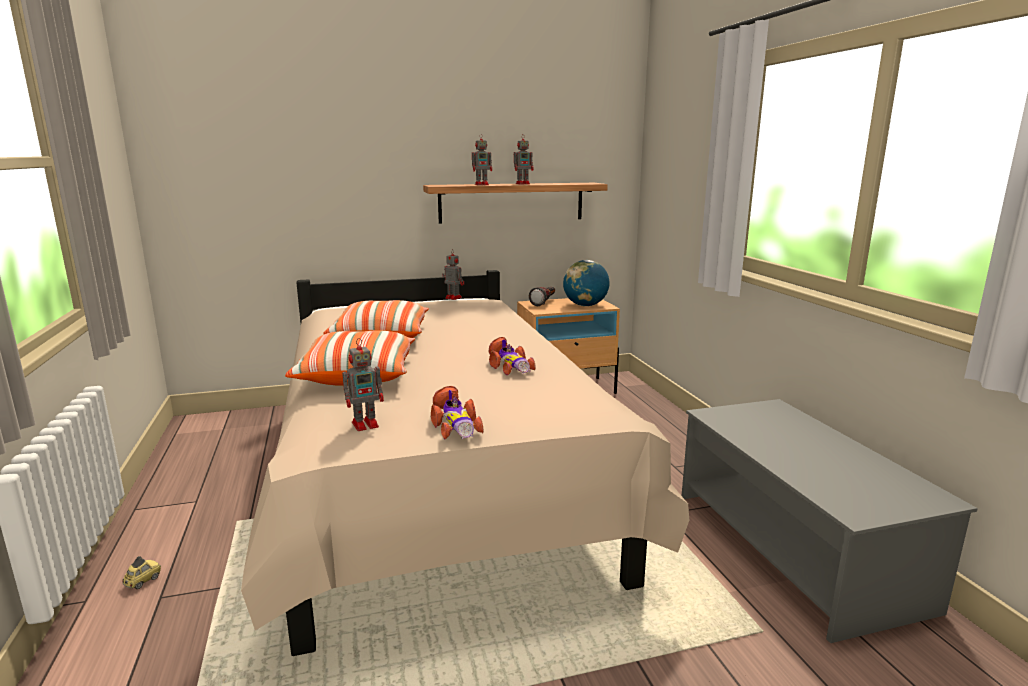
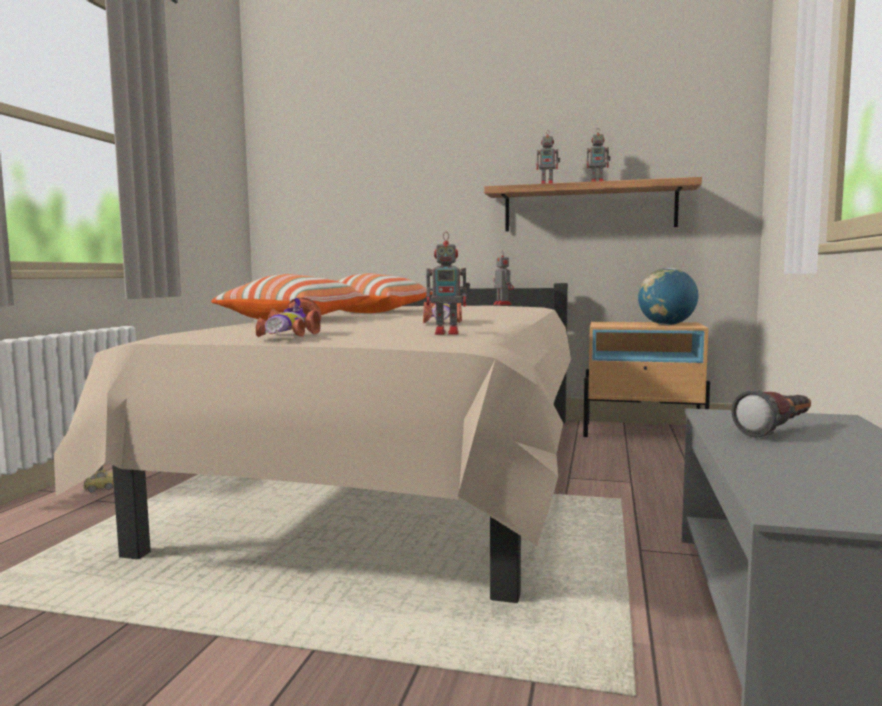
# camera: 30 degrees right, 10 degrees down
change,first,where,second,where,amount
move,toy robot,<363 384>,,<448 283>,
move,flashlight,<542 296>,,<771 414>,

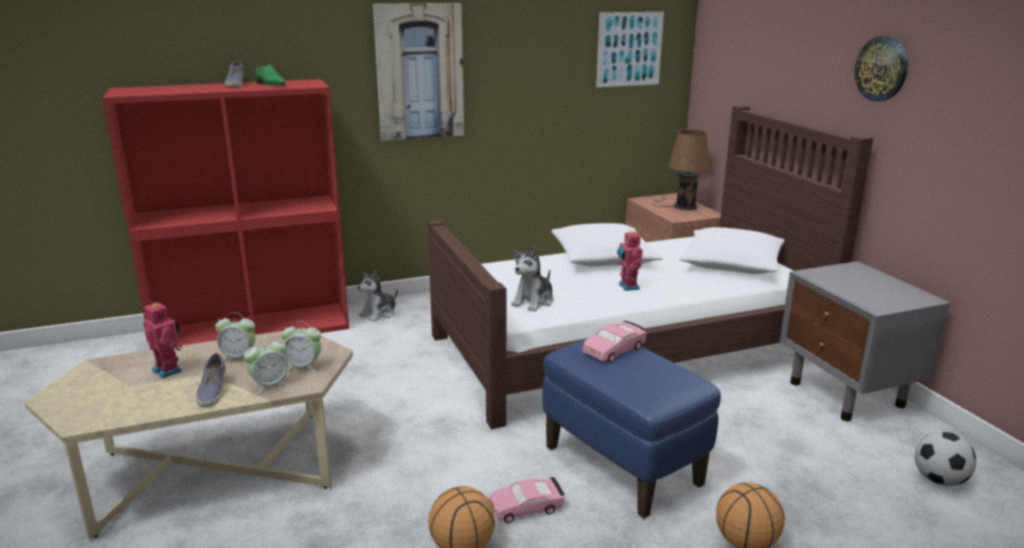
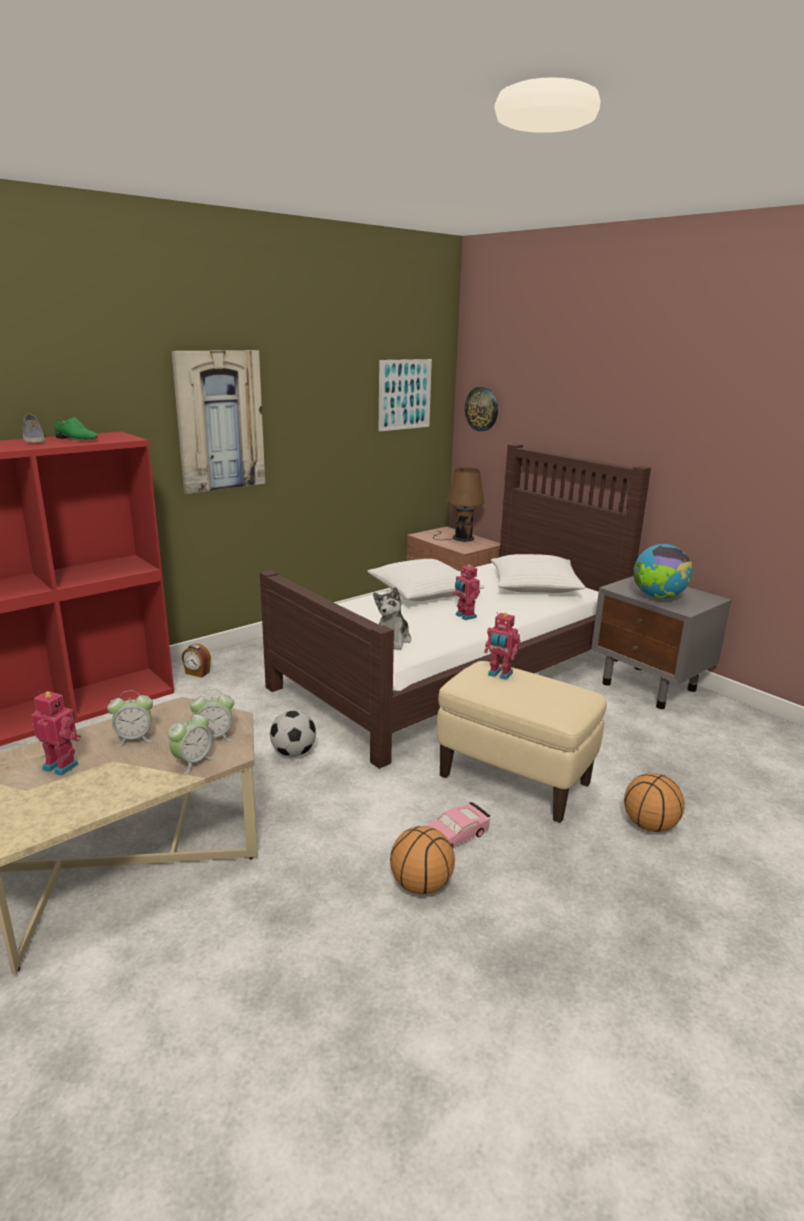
# camera: 20 degrees left, 0 degrees up
change,first,where,second,where,amount
delete,shoe,<211 380>,,,
insert,,,globe,<662 571>,
move,wall clock,<881 68>,,<481 409>,
move,football,<945 458>,,<293 733>,
replace,plush toy,<377 296>,alarm clock,<196 660>,
replace,pink toy car,<614 341>,toy robot,<502 646>,
recolor,blue ottoman,<631 428>,beige ottoman,<522 742>,

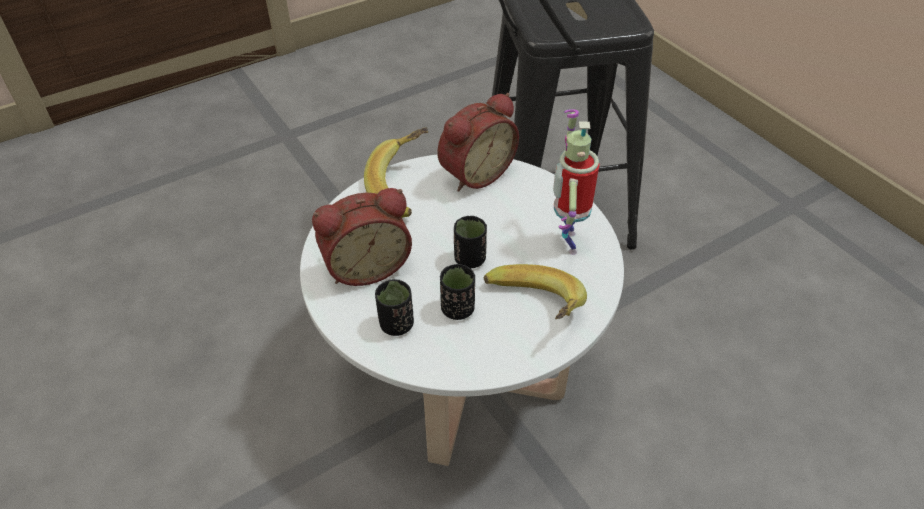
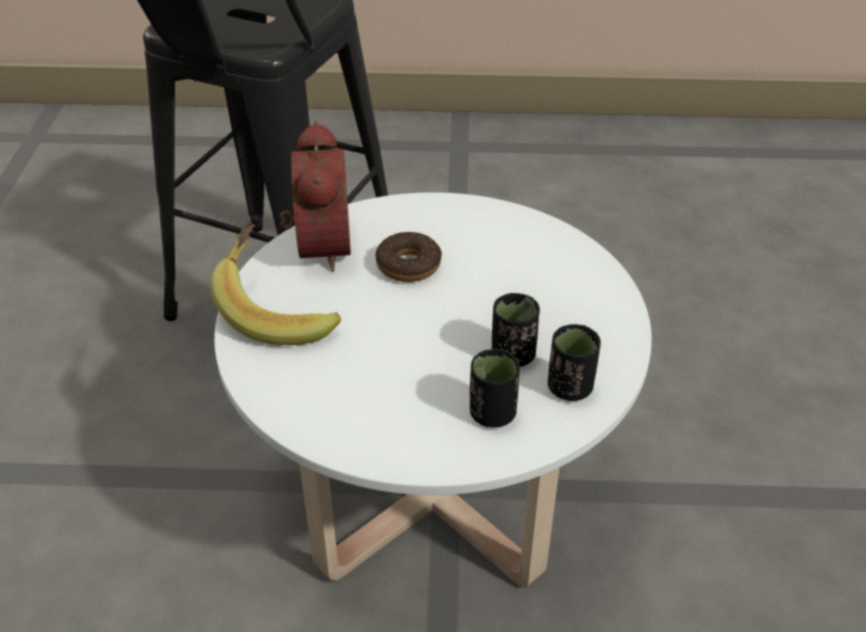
# camera: 55 degrees left, 5 degrees down
change,first,where,second,where,amount
delete,alarm clock,<362 237>,,,
delete,banana,<535 292>,,,
delete,toy robot,<576 182>,,,
insert,,,donut,<409 257>,
move,black cup,<470 242>,,<574 362>,

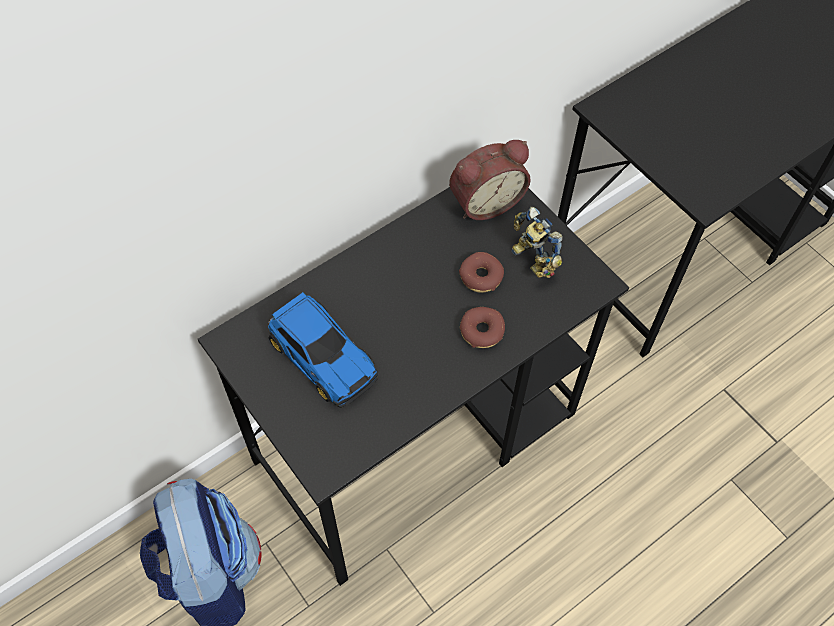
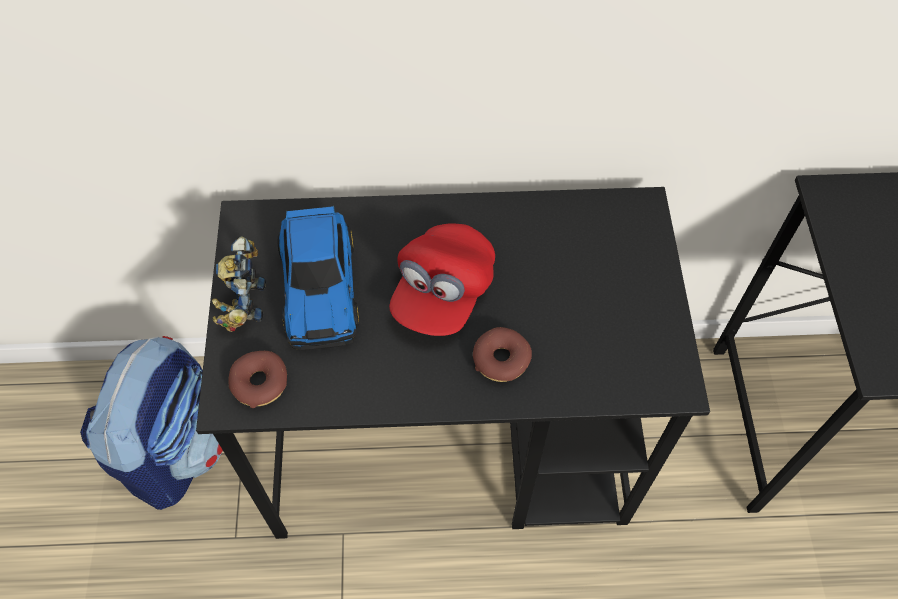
# camera: 35 degrees right, 0 degrees up
change,first,where,second,where,amount
delete,alarm clock,<490 180>,,,
insert,,,red cap,<442 279>,
move,donut,<481 272>,,<257 379>,
move,toy robot,<537 242>,,<239 284>,

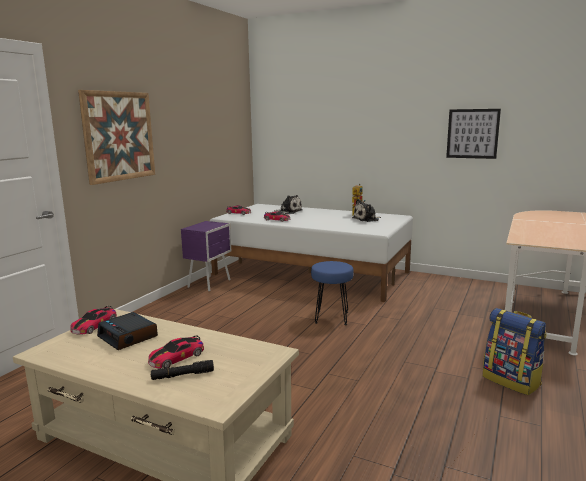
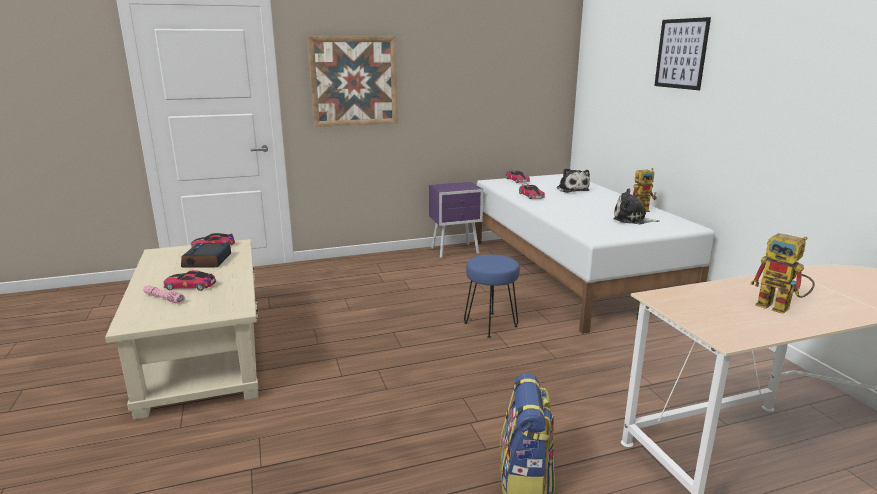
# camera: 45 degrees right, 5 degrees up
change,first,where,second,where,amount
insert,,,toy robot,<782 273>,
move,picture,<473 134>,,<682 53>,
recolor,black flashlight,<182 370>,pink flashlight,<164 294>,

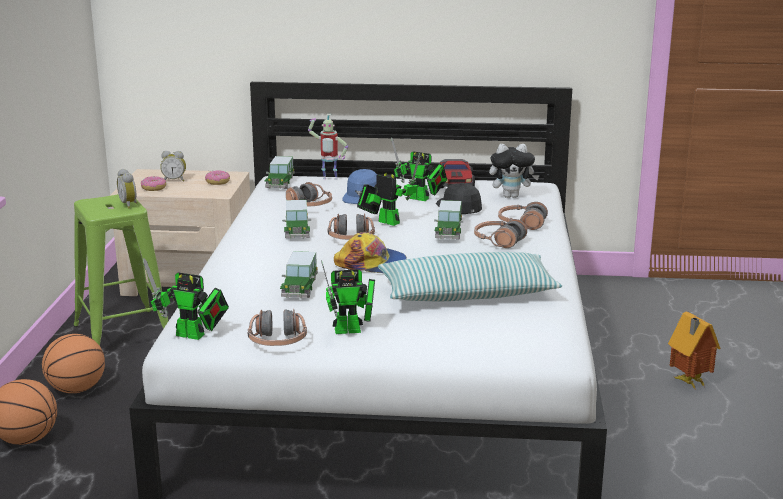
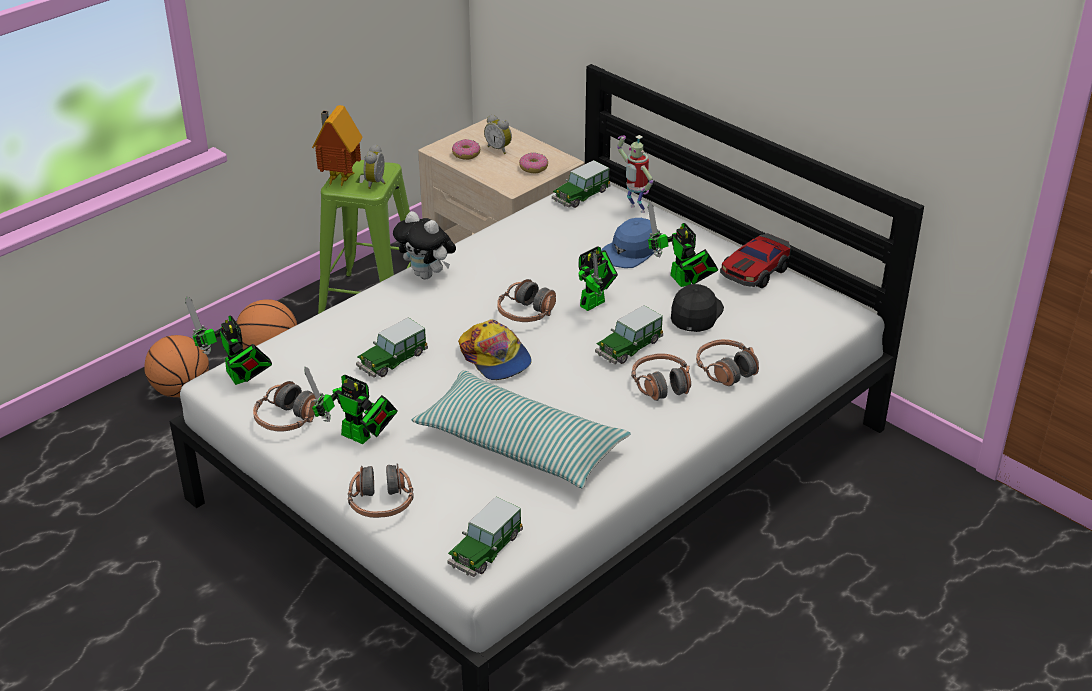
# camera: 40 degrees right, 15 degrees up
change,first,where,second,where,amount
move,toy car,<296 219>,,<485 537>,
move,headphones,<309 194>,,<381 491>,
move,plush toy,<514 171>,,<424 245>,
move,toy house,<694 351>,,<337 146>,
rotate,toy robot,<389 190>,,<598 278>,60 degrees clockwise

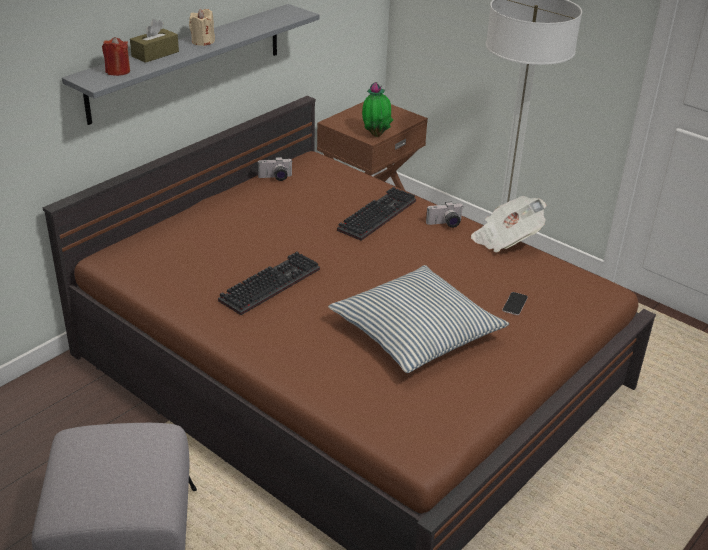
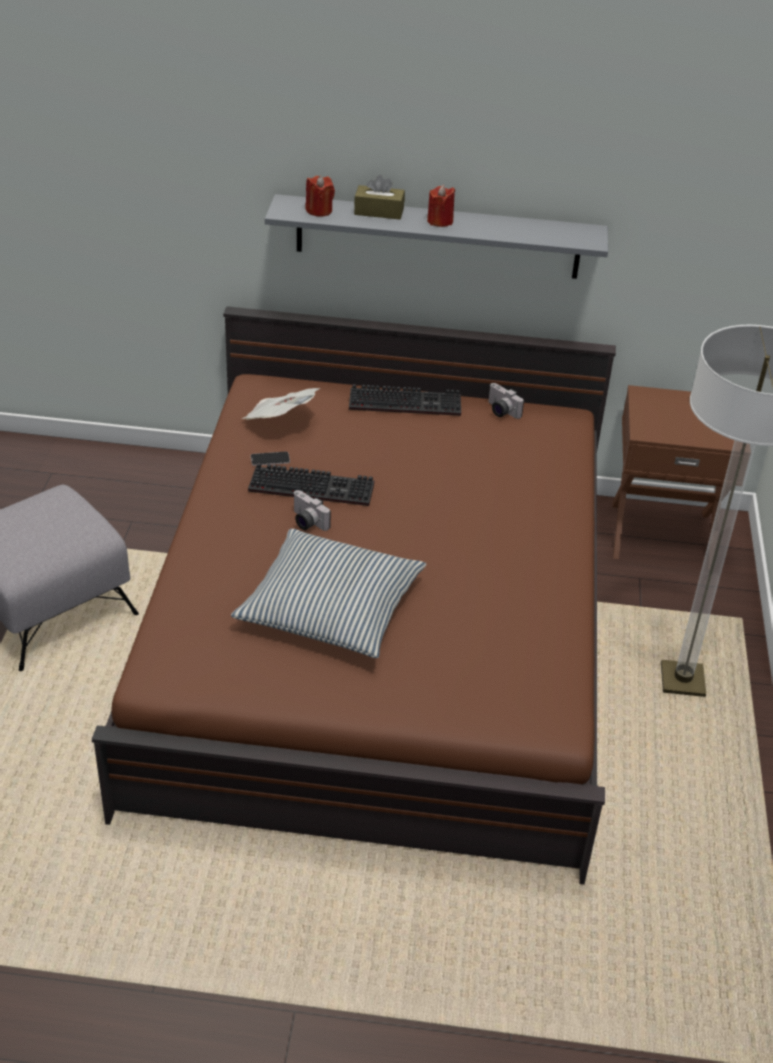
# camera: 55 degrees right, 5 degrees up
change,first,where,second,where,amount
delete,potted plant,<377 109>,,,
move,keyboard,<376 214>,,<405 400>,
move,photo camera,<444 214>,,<312 510>,
move,newspaper,<509 224>,,<281 403>,
move,phone,<515 303>,,<270 458>,
recolor,beige candle,<202 27>,red candle,<441 206>,

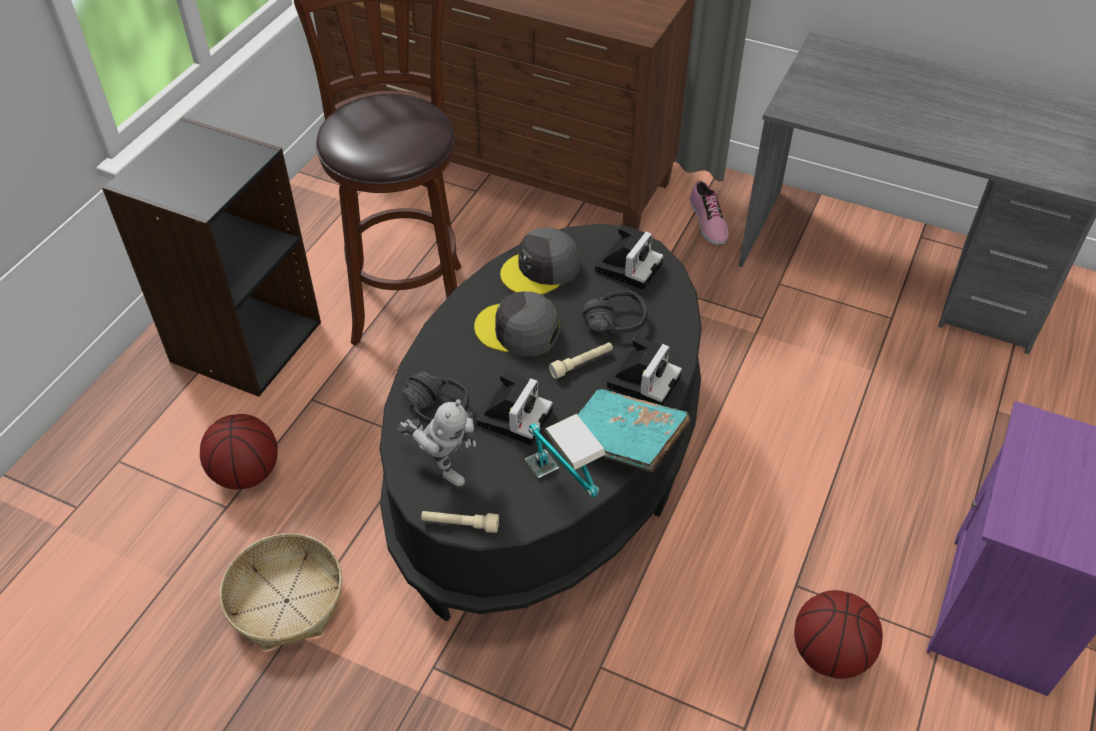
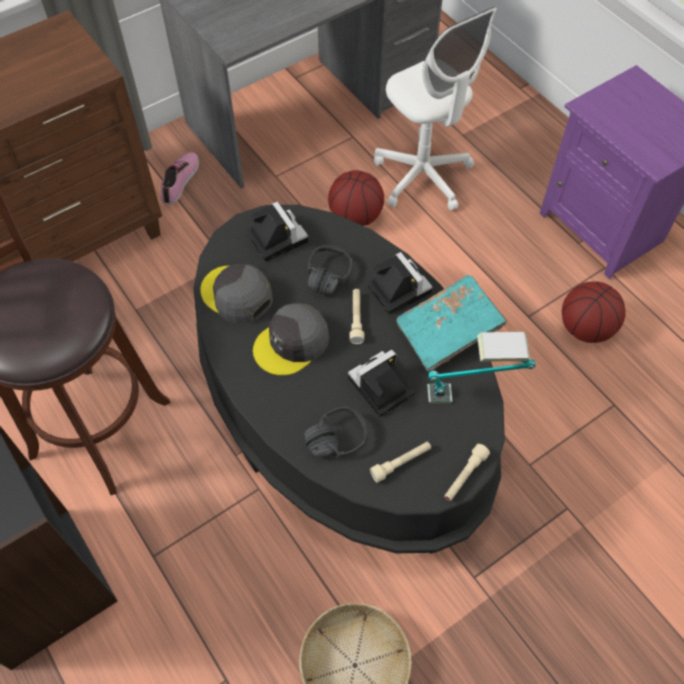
# camera: 60 degrees left, 10 degrees up
change,first,where,second,where,amount
insert,,,white office chair,<435 109>,
move,basketball,<239 452>,,<356 198>,
replace,toy robot,<437 444>,beige flashlight,<400 462>,
rotate,photo camera,<514 408>,,<381 383>,90 degrees counterclockwise
rotate,grey cap,<540 261>,,<236 293>,135 degrees clockwise
rotate,shoe,<709 213>,,<180 178>,90 degrees counterclockwise

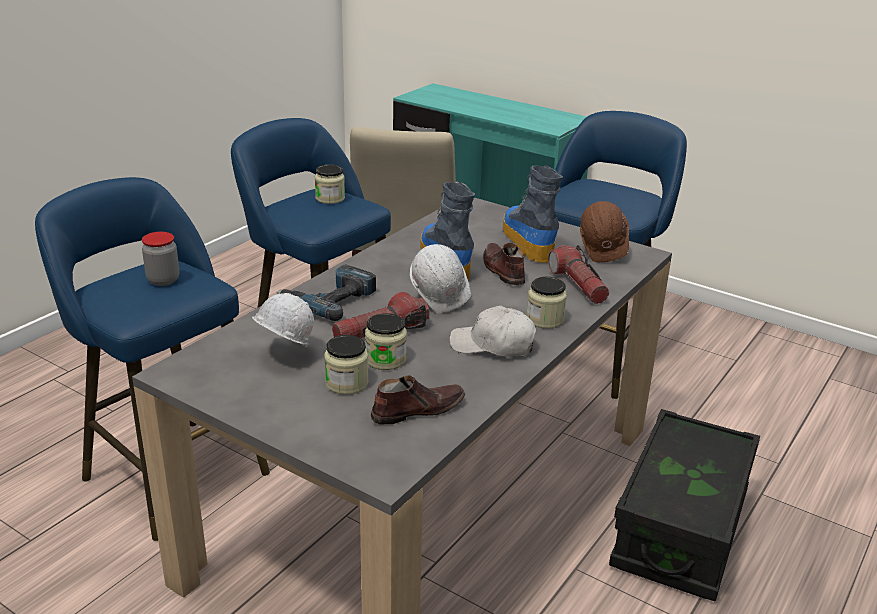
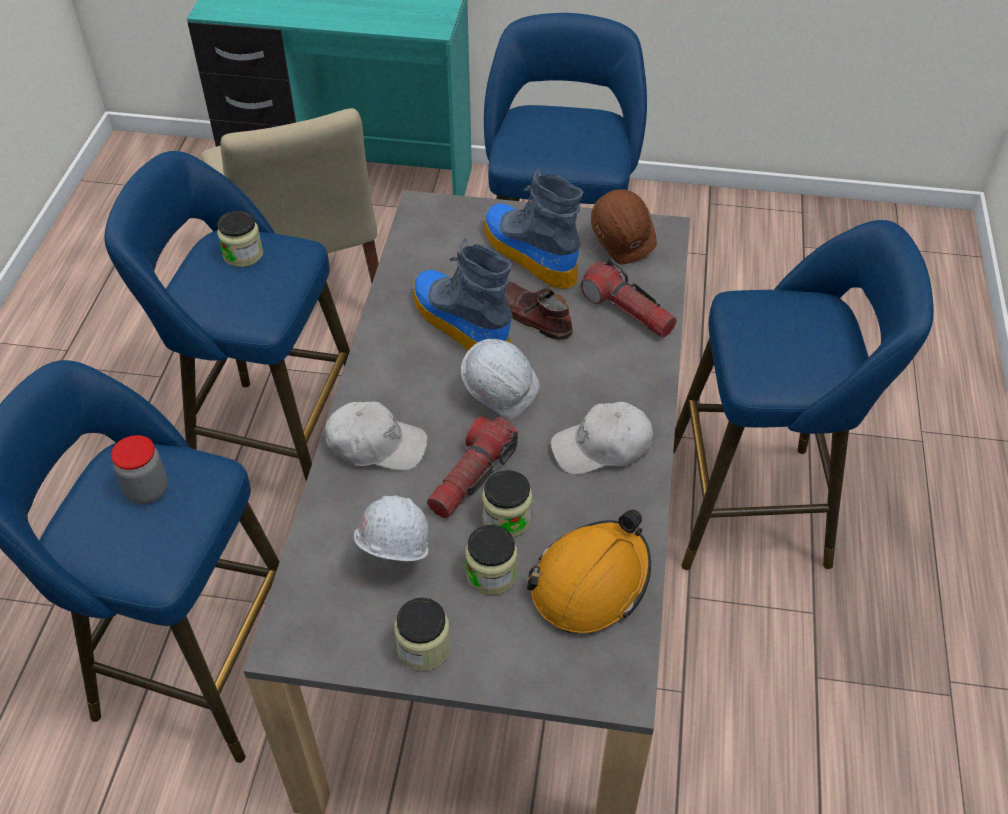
# camera: 25 degrees left, 20 degrees up
change,first,where,second,where,amount
move,jar,<546 303>,,<422 634>,
replace,power drill,<326 293>,white cap,<377 436>,
replace,brown shoe,<418 400>,orange hard hat,<589 571>,
replace,black storage box,<684 505>,blue stool,<803 395>,

